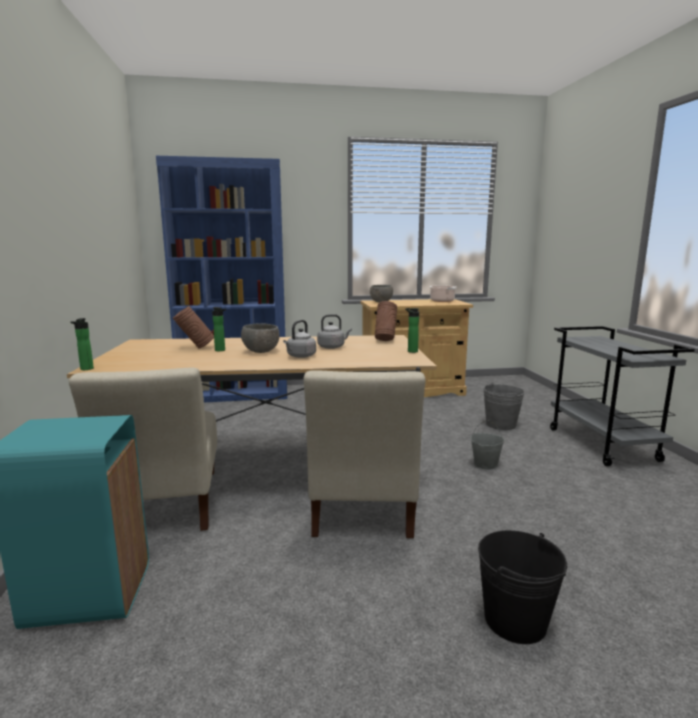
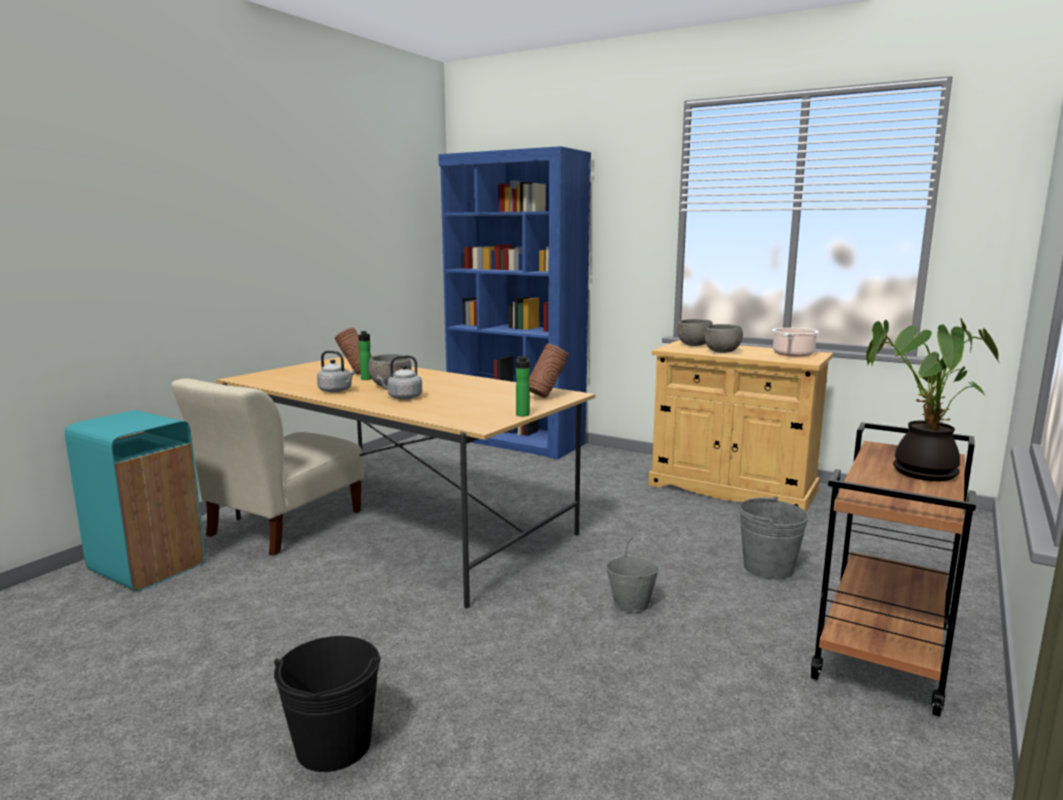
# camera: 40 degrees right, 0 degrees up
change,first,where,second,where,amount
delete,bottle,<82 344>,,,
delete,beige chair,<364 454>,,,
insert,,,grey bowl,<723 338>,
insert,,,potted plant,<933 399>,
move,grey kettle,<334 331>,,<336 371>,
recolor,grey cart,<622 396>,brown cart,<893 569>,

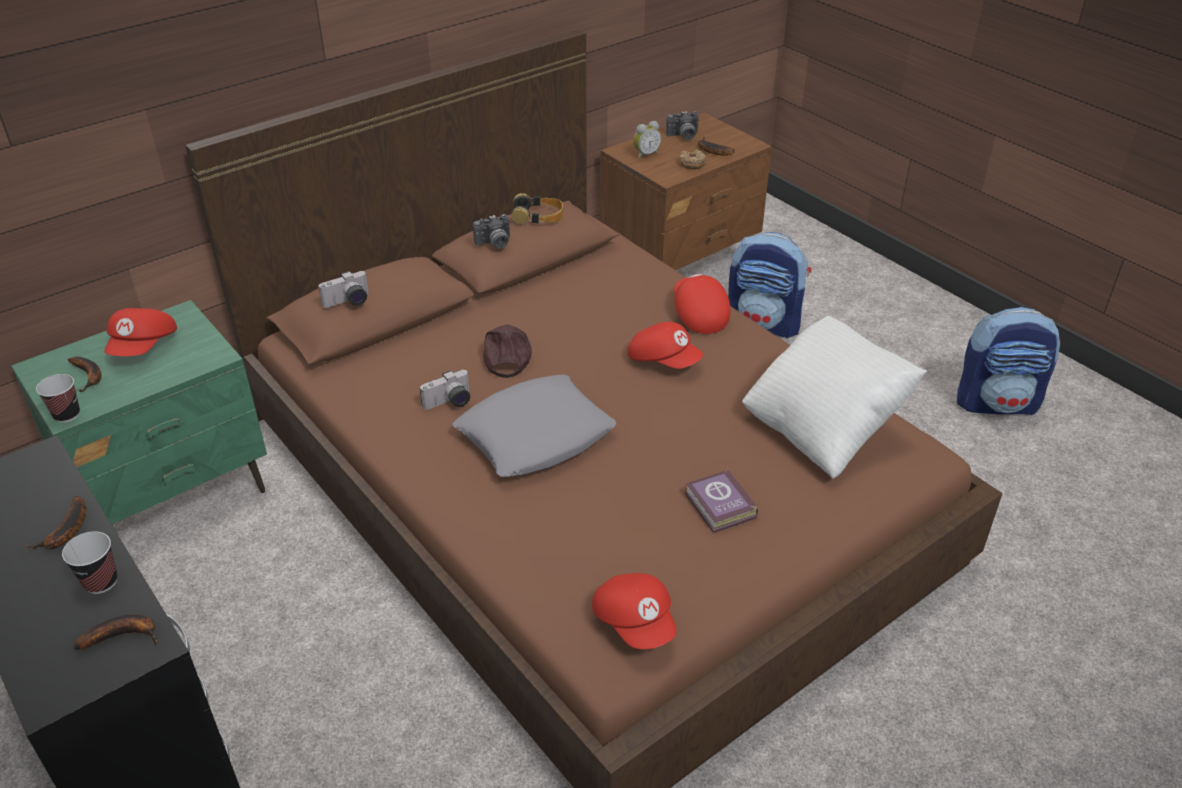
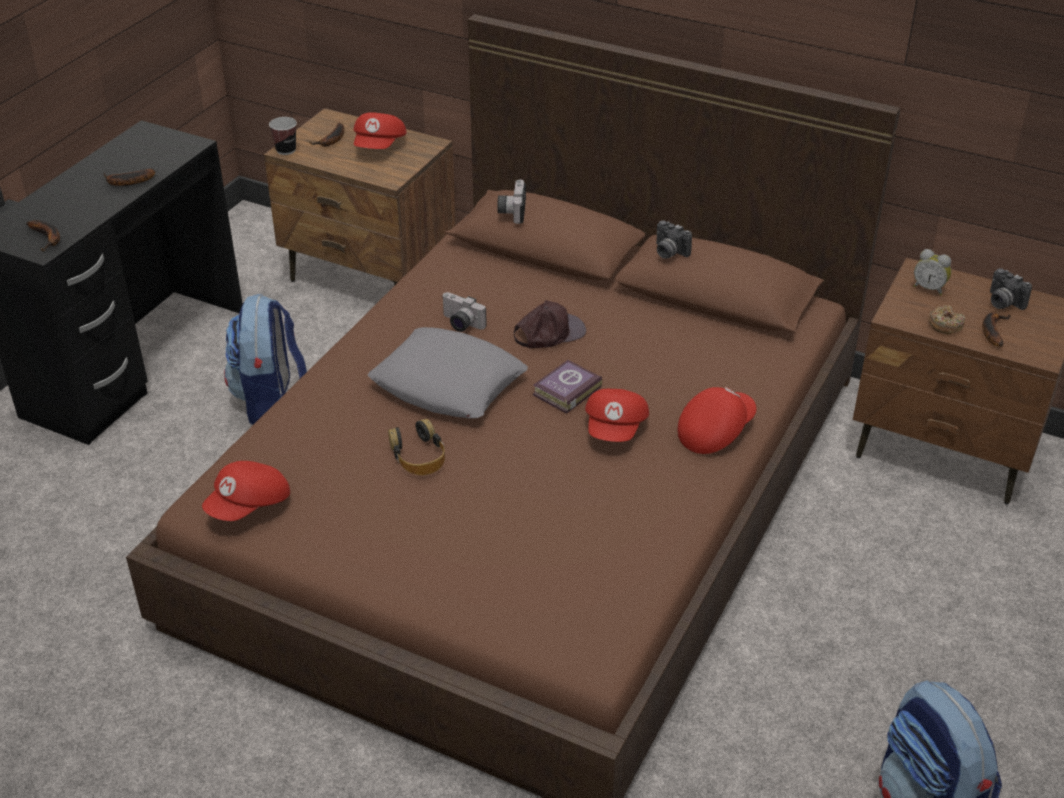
# camera: 65 degrees right, 0 degrees up
change,first,where,second,where,amount
delete,cup,<89 562>,,,
delete,white pillow,<834 397>,,,
move,headphones,<537 209>,,<416 447>,
move,book,<721 501>,,<567 387>,
move,backpack,<769 285>,,<265 359>,
recolor,green nightstand,<139 413>,brown nightstand,<360 196>,
rotate,red cap,<141 332>,,<380 130>,60 degrees counterclockwise
rotate,photo camera,<343 289>,,<511 202>,60 degrees clockwise

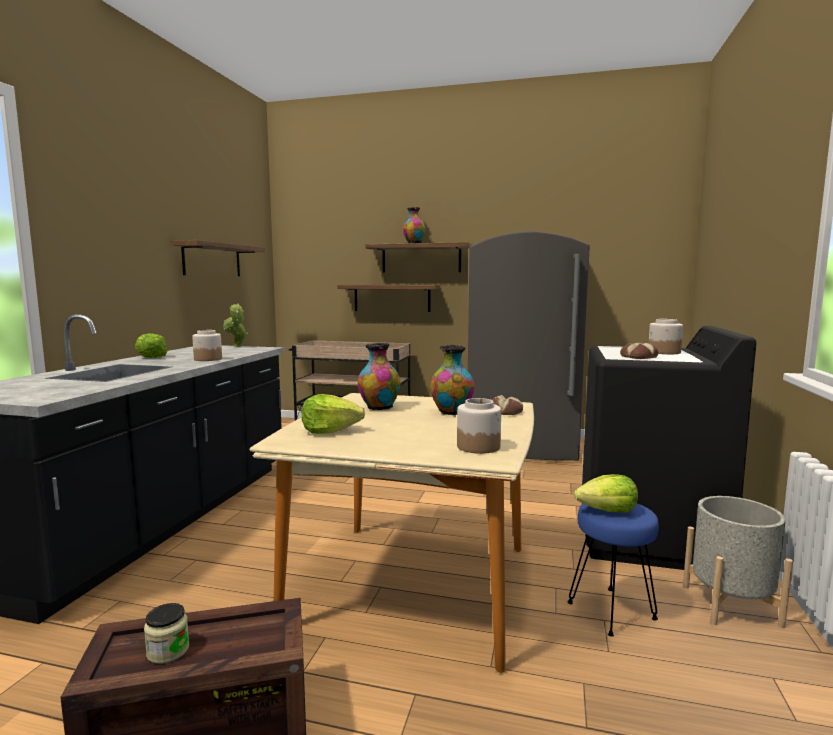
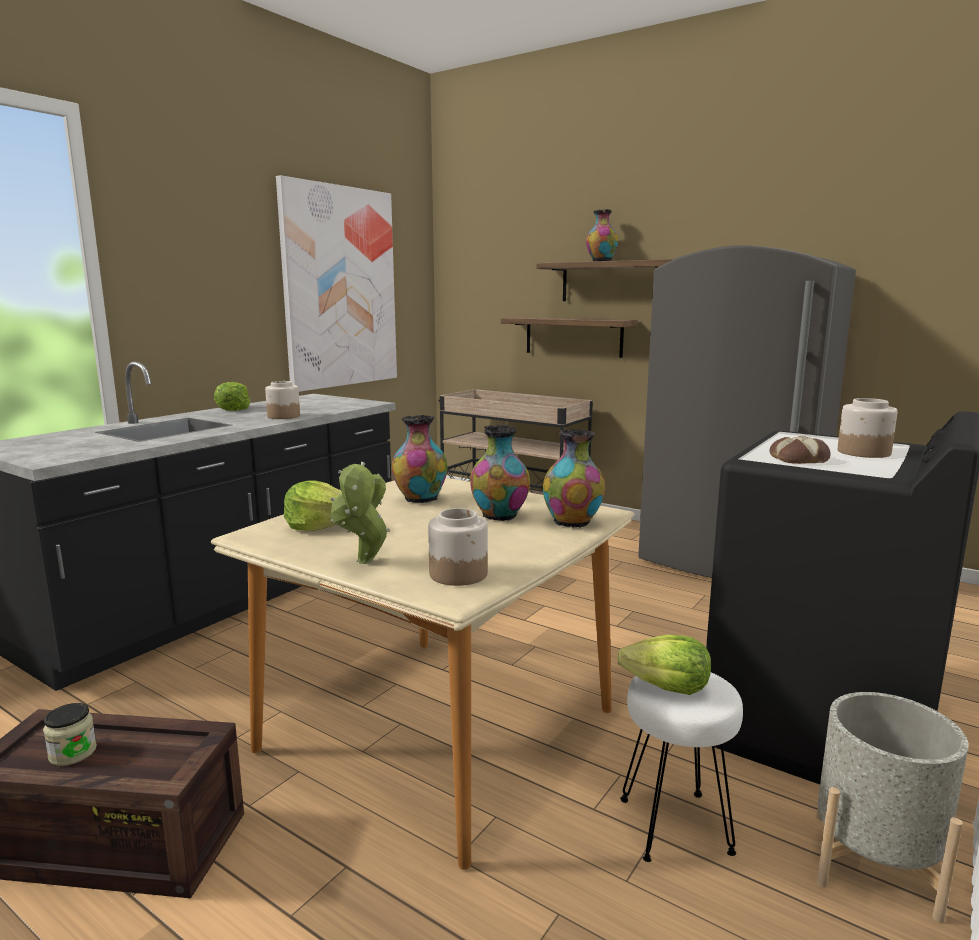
# camera: 20 degrees right, 5 degrees up
change,first,where,second,where,amount
move,potted plant,<235 325>,,<360 513>,
replace,shelf,<218 258>,picture,<336 283>,
replace,bread,<507 405>,vase,<574 478>,
recolor,blue stool,<613 569>,white stool,<681 767>,

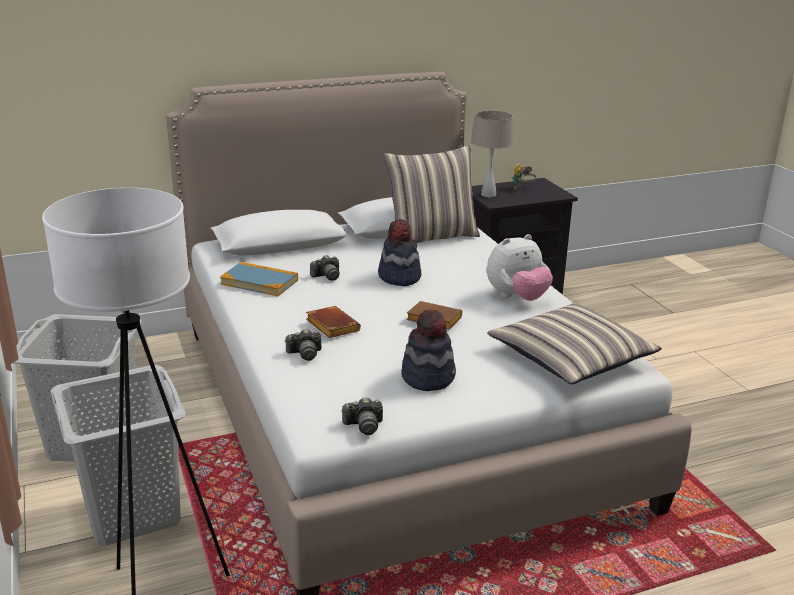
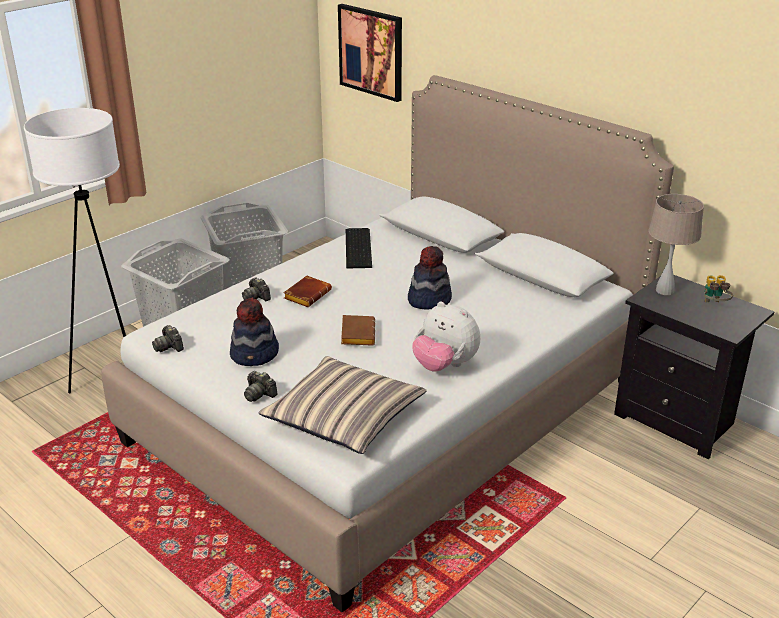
# camera: 65 degrees right, 5 degrees up
change,first,where,second,where,amount
delete,pillow,<432 194>,,,
insert,,,picture,<370 53>,
move,photo camera,<325 268>,,<261 386>,
replace,book,<259 279>,keyboard,<359 248>,

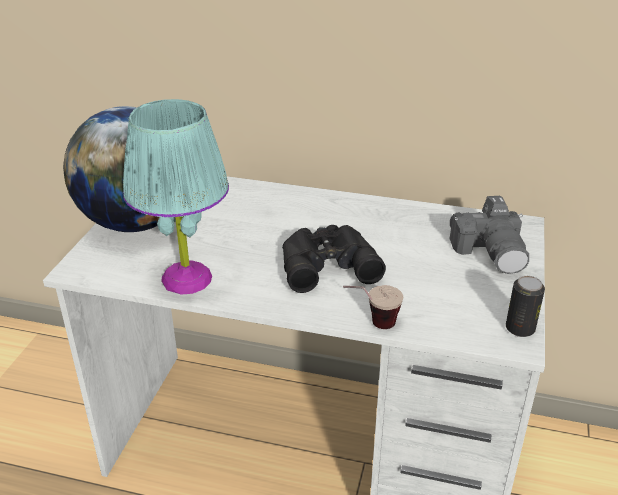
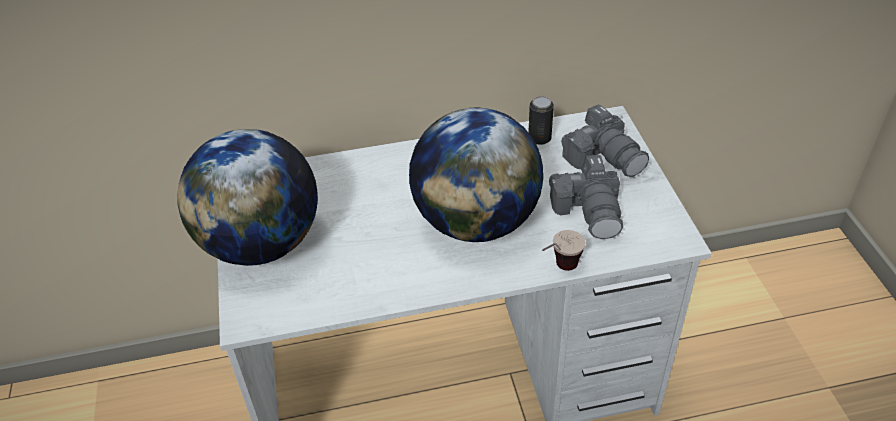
# camera: 25 degrees left, 10 degrees up
change,first,where,second,where,amount
delete,turquoise table lamp,<176 197>,,,
insert,,,photo camera,<586 197>,
move,can,<525 306>,,<541 120>,
replace,black binoculars,<334 259>,globe,<476 174>,

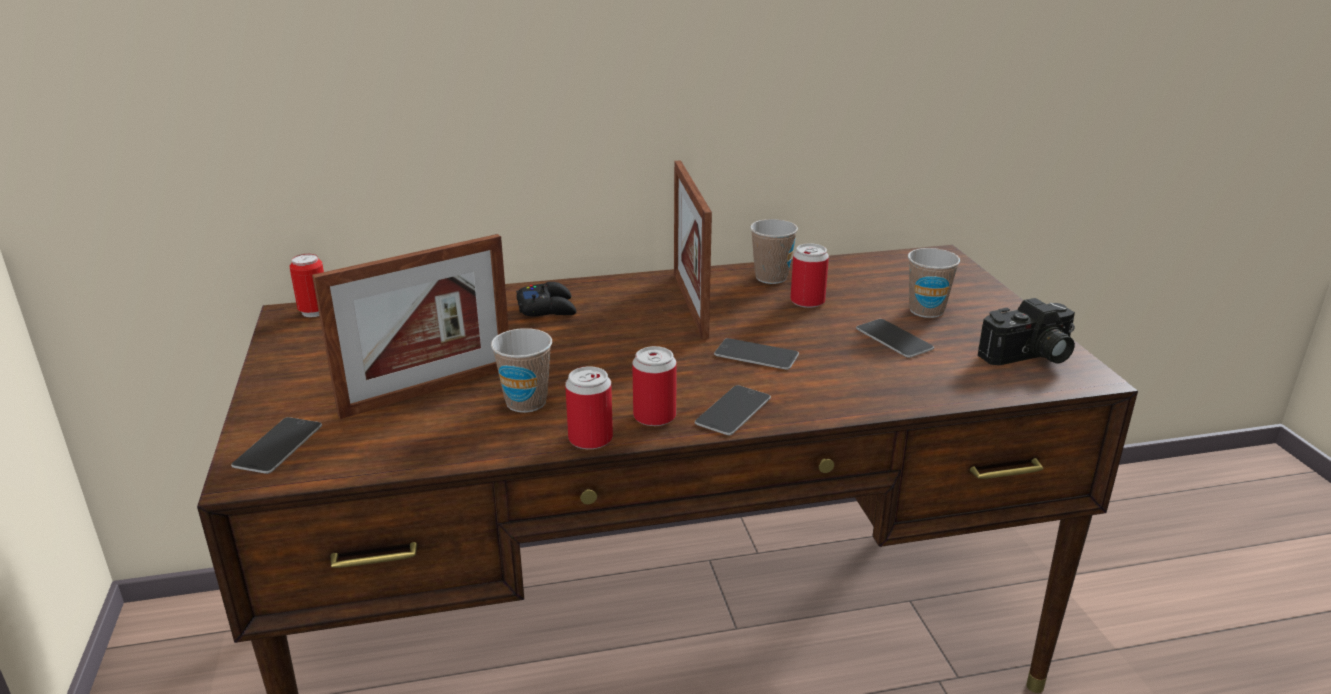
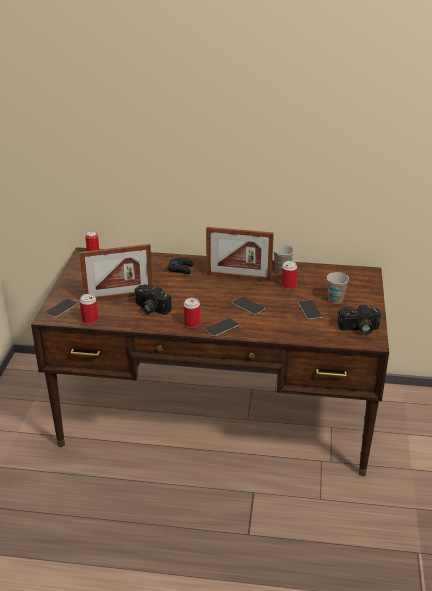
# camera: 20 degrees right, 5 degrees up
change,first,where,second,where,amount
move,can,<589 407>,,<89 309>,
replace,cup,<521 370>,photo camera,<153 299>,
rotate,picture frame,<693 249>,,<240 254>,90 degrees counterclockwise

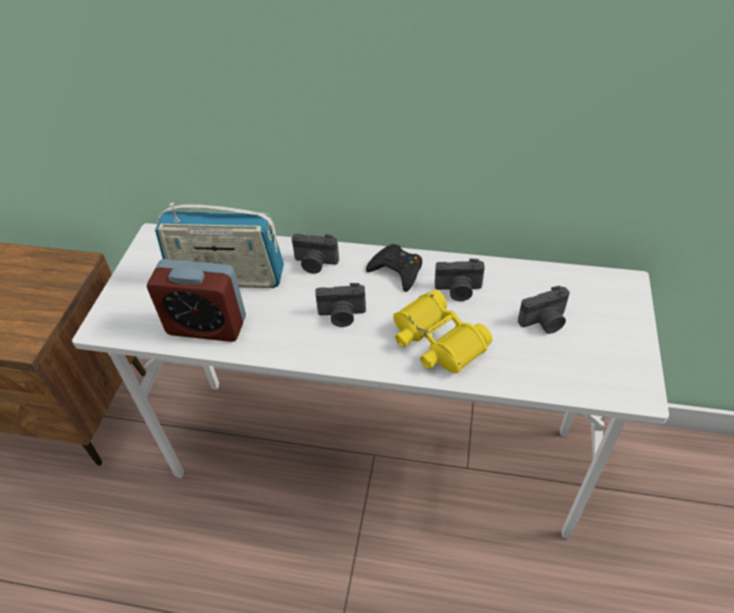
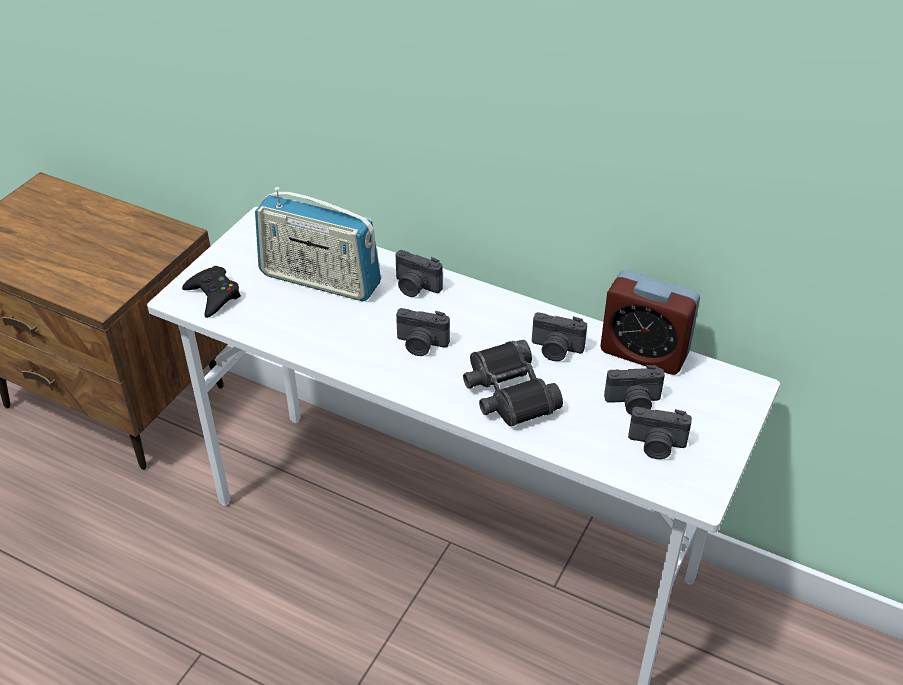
# camera: 15 degrees right, 5 degrees down
change,first,where,second,where,amount
insert,,,photo camera,<660 433>,
move,alarm clock,<196 300>,,<650 322>,
move,black game controller,<394 268>,,<211 292>,
recolor,yellow binoculars,<442 331>,black binoculars,<513 383>,

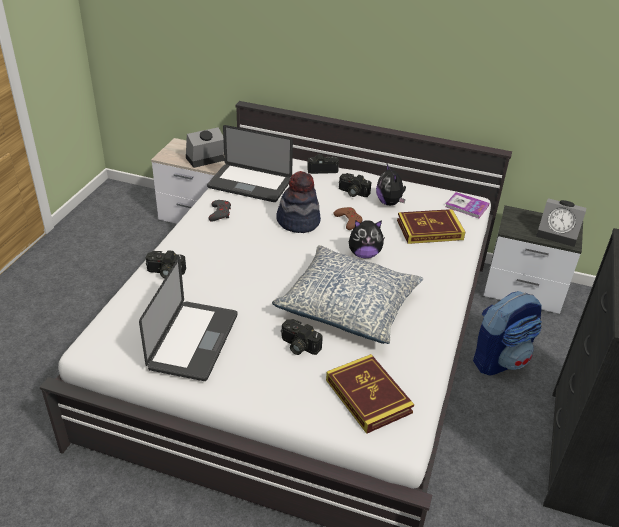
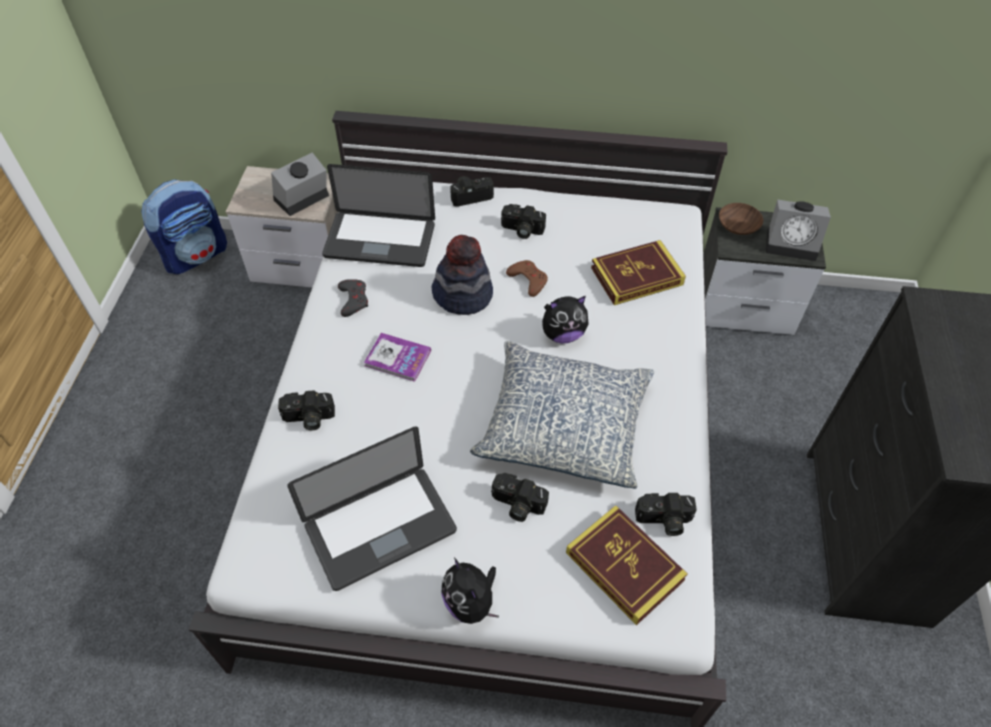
# camera: 10 degrees left, 15 degrees up
change,first,where,second,where,amount
insert,,,photo camera,<666 514>,
insert,,,brown bowl,<741 219>,
move,plush toy,<391 185>,,<470 591>,
move,book,<467 205>,,<397 357>,
move,backpack,<507 333>,,<184 226>,
rotate,laptop,<188 319>,,<372 508>,60 degrees clockwise

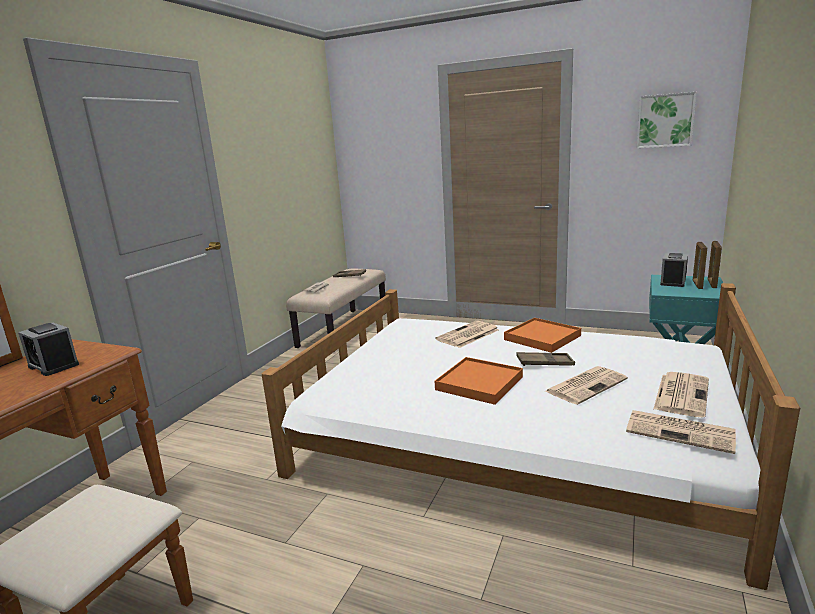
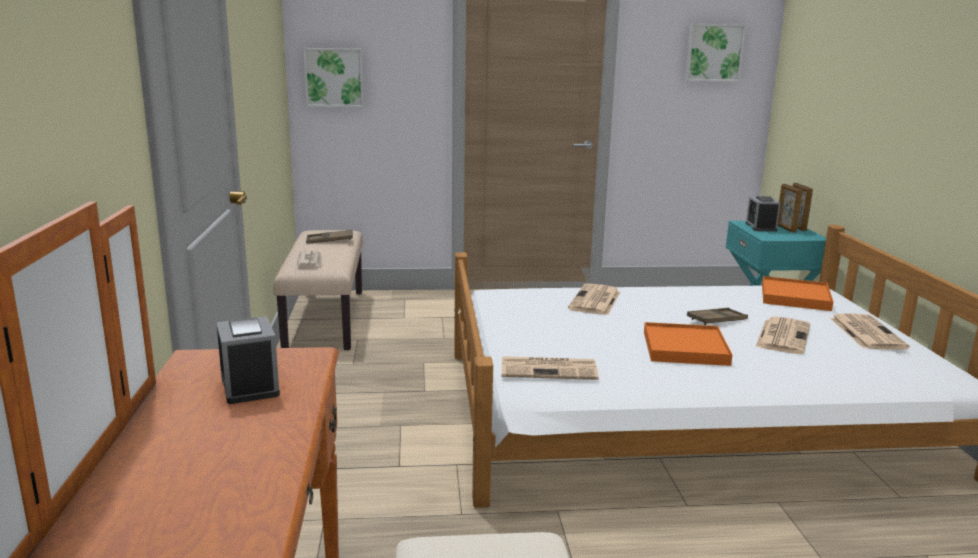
# camera: 30 degrees left, 0 degrees up
change,first,where,second,where,amount
insert,,,picture,<333 77>,
move,orange tray,<542 335>,,<798 293>,
move,newspaper,<681 432>,,<550 368>,
rotate,alarm clock,<48 349>,,<248 360>,120 degrees counterclockwise

